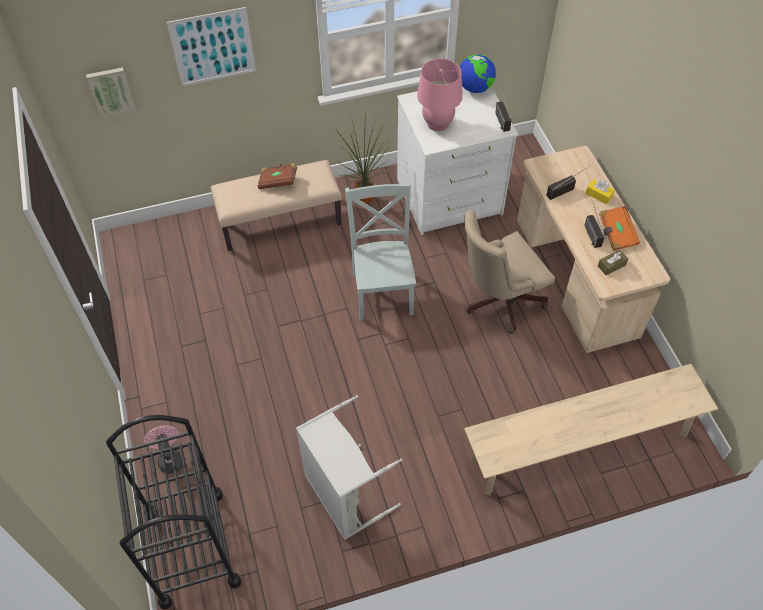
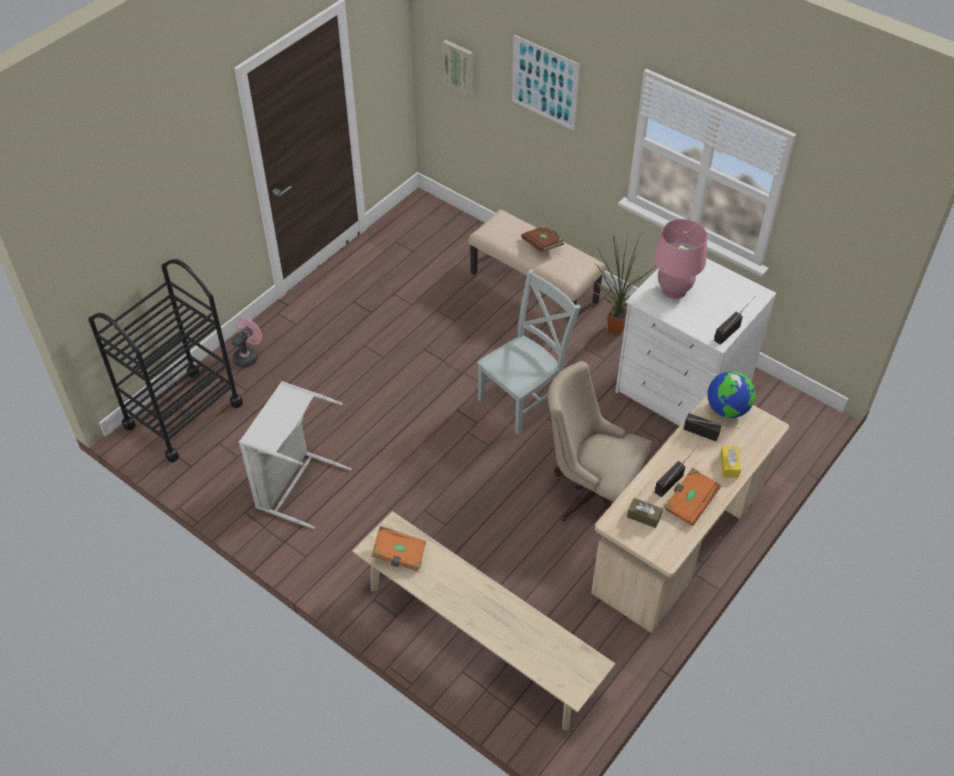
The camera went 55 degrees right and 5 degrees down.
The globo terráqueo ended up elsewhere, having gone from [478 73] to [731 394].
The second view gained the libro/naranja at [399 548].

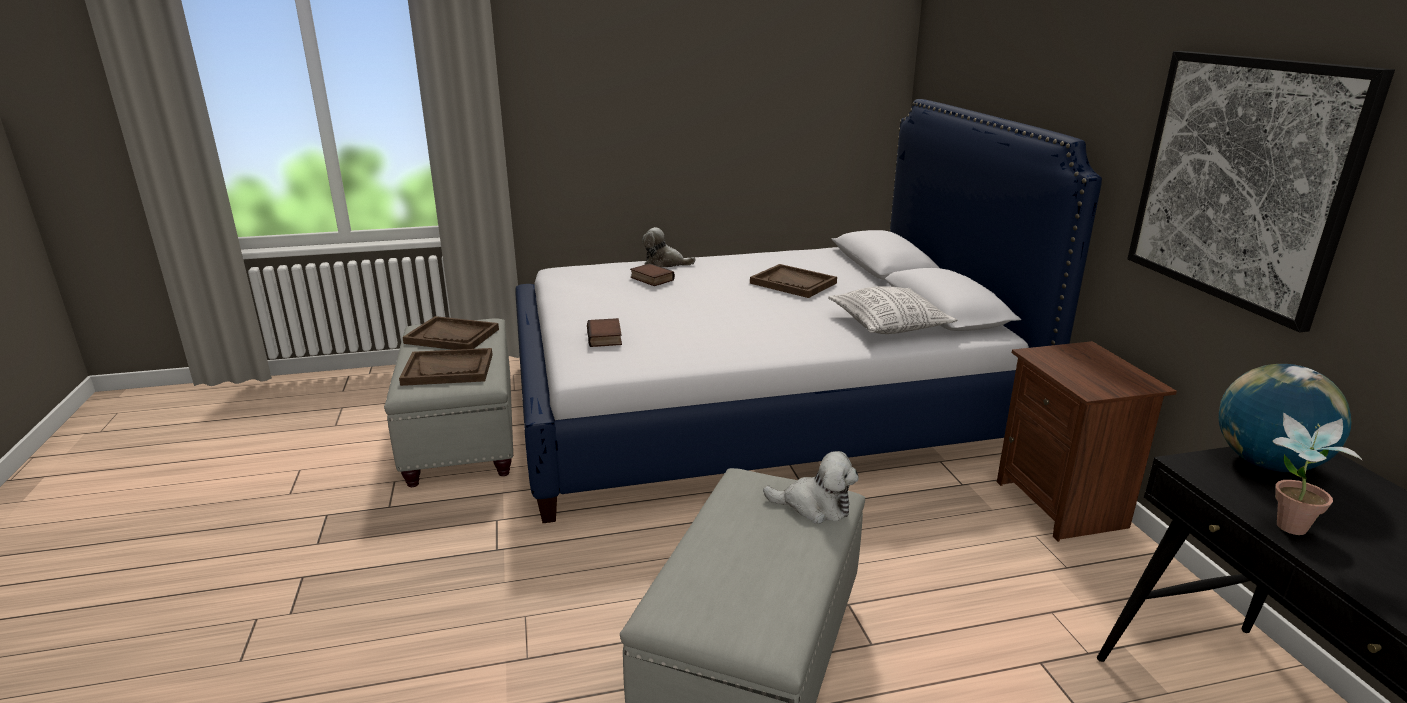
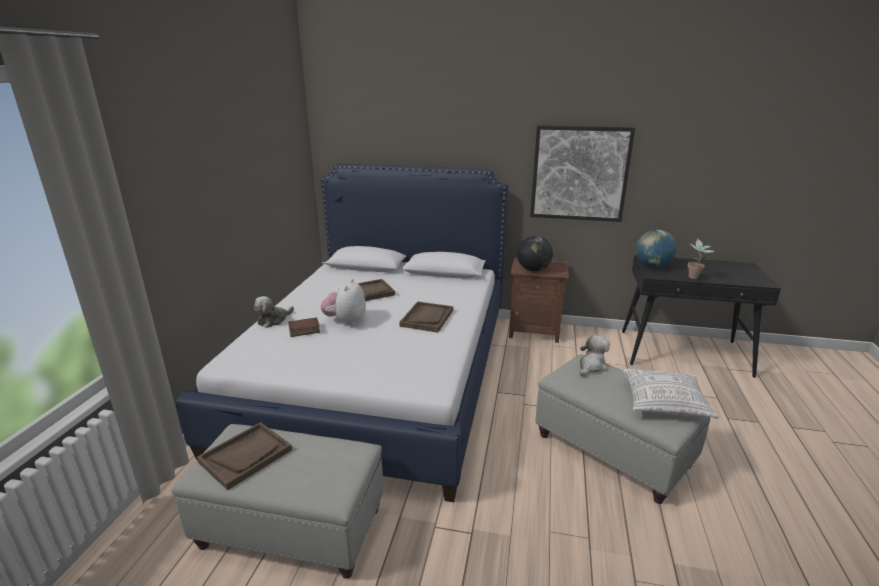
The camera went 65 degrees left and 0 degrees up.
The bandeja/marrón ended up elsewhere, having gone from [446 367] to [426 316].
The second view lost the libro at [604 332].
The cojín ended up elsewhere, having gone from [892 310] to [670 393].
The second view gained the peluche at [343 302].
The second view gained the globo terráqueo at [535 253].

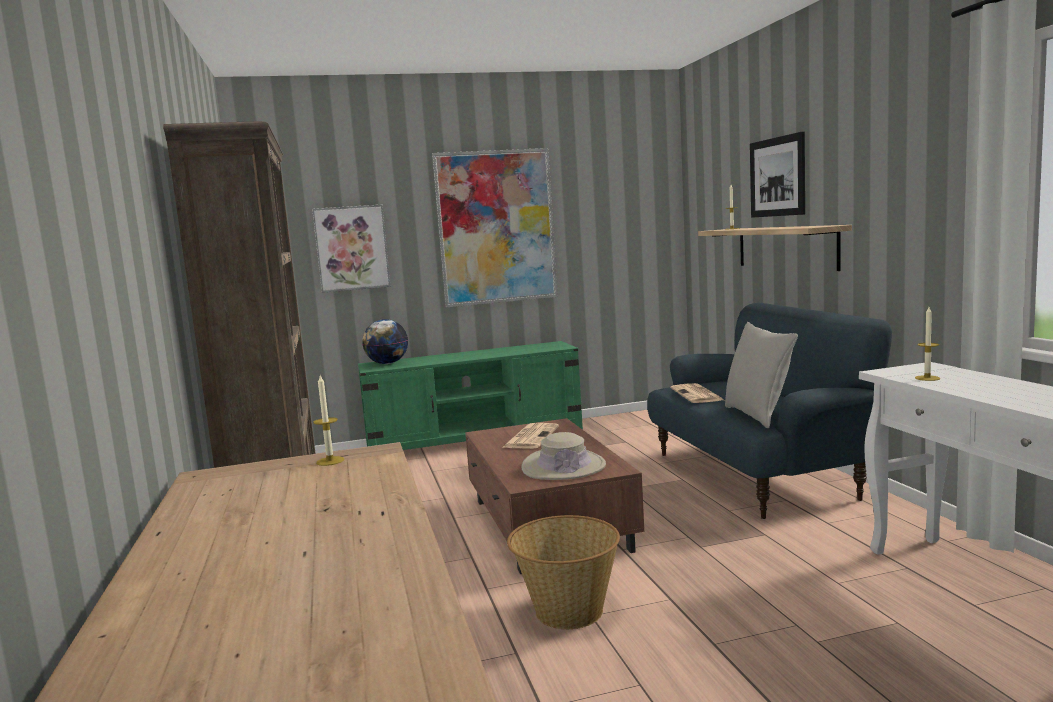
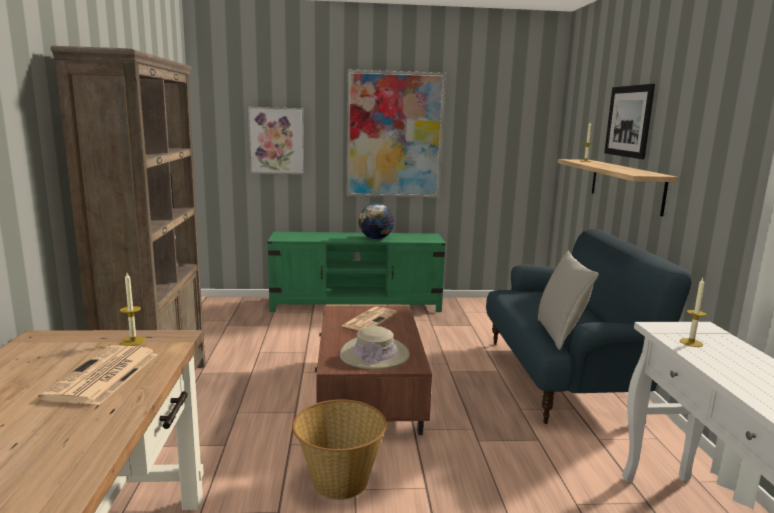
The camera went 10 degrees right and 5 degrees up.
The globo terráqueo ended up elsewhere, having gone from [385 341] to [377 221].
The periódico ended up elsewhere, having gone from [697 393] to [98 375].

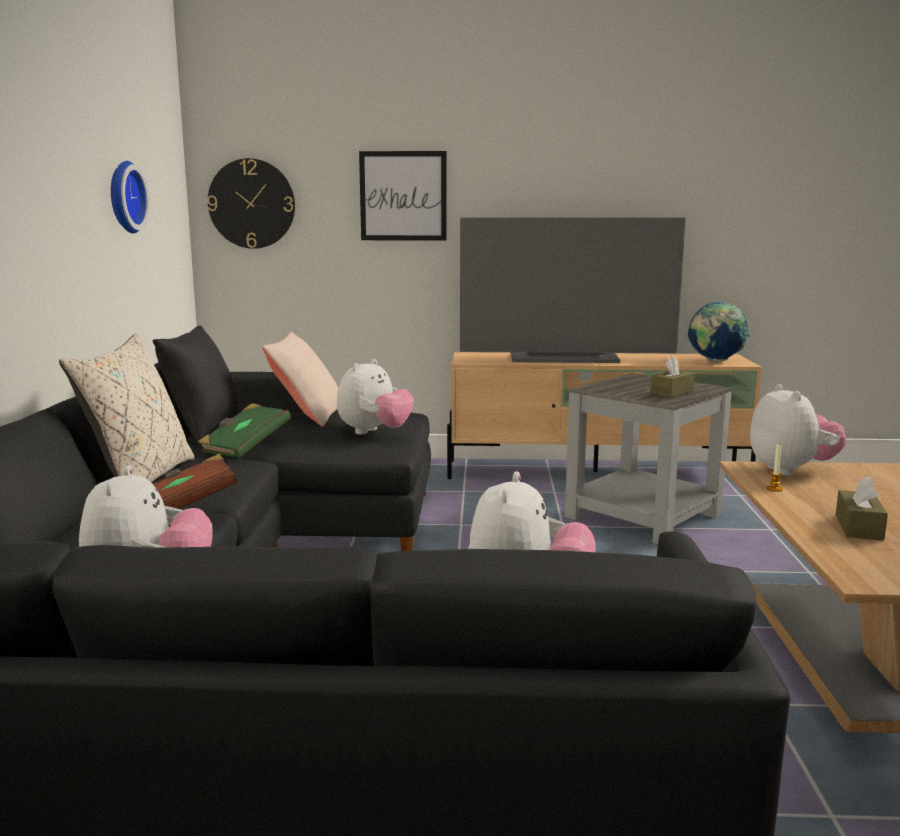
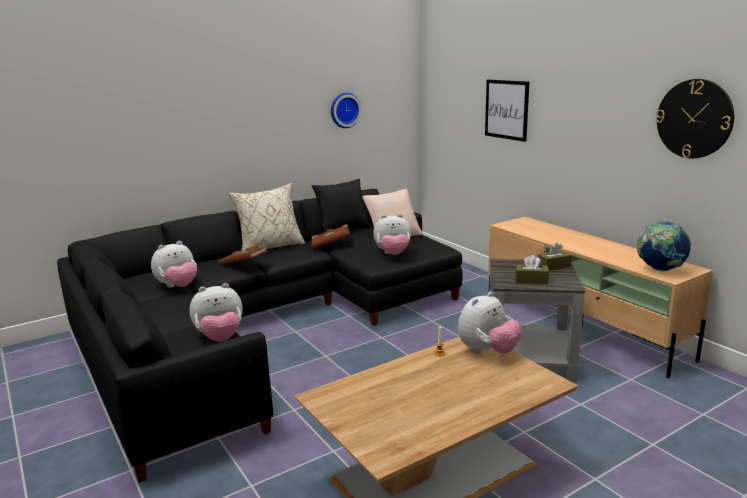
The camera went 55 degrees right and 5 degrees up.
What was the libro/verde at [244 430] turned into the libro/marrón at [330 236].
The reloj de pared ended up elsewhere, having gone from [251 203] to [695 119].
The second view lost the televisor at [573 290].
The caja de pañuelos/marrón ended up elsewhere, having gone from [862 508] to [555 257].

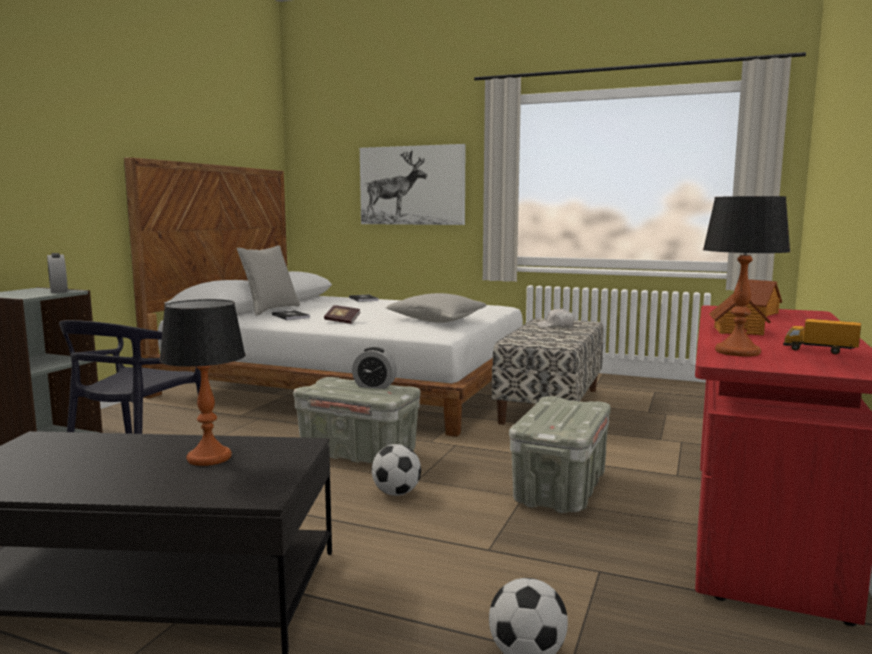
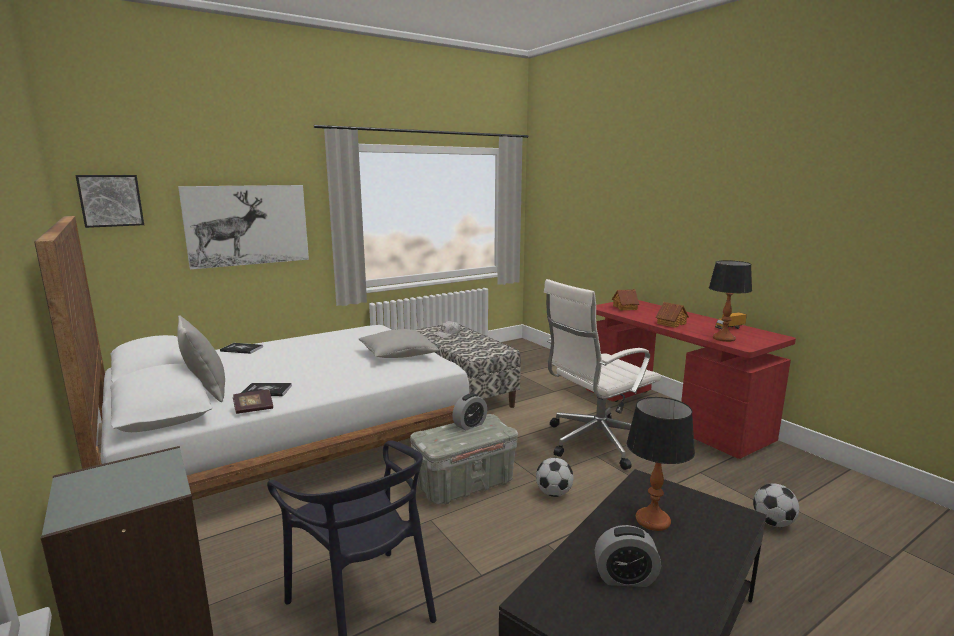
The camera went 55 degrees left and 5 degrees up.
The despertador ended up elsewhere, having gone from [57 273] to [628 556].
The libro ended up elsewhere, having gone from [342 314] to [253 402].
Where the caja de almacenaje/gris stood at [560 454], the silla de oficina/blanco came to stand at [602 374].
The second view gained the cuadro at [110 201].

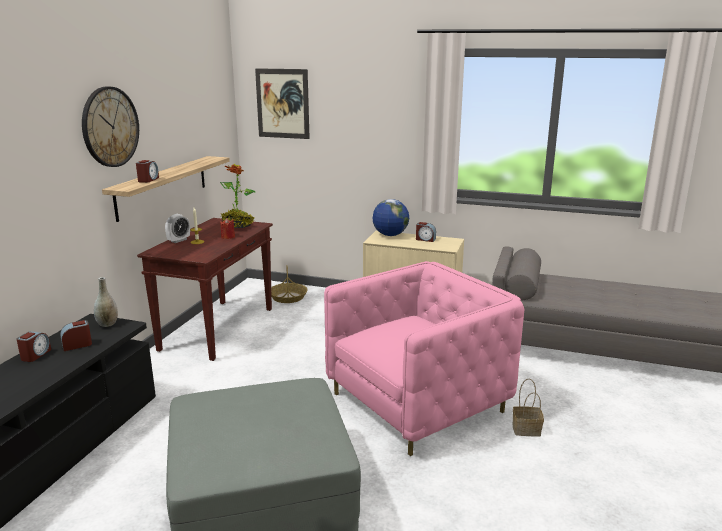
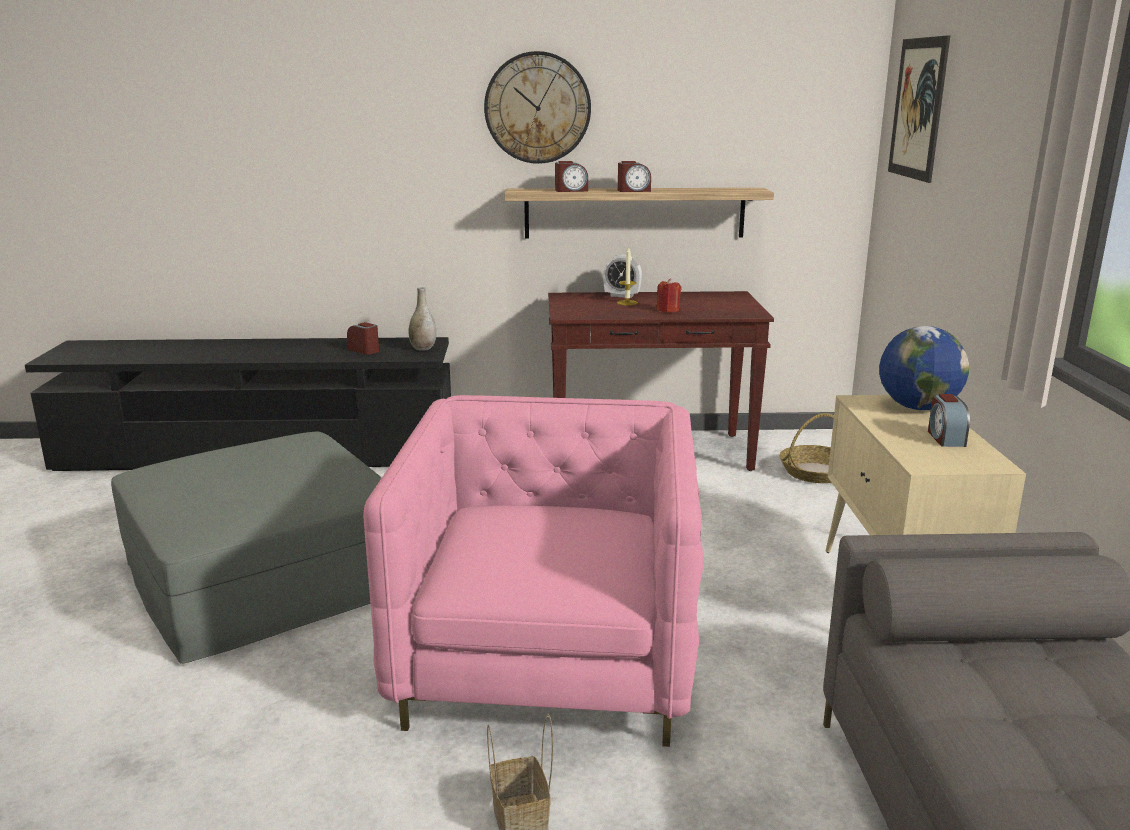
The camera went 70 degrees right and 0 degrees up.
The despertador ended up elsewhere, having gone from [34 346] to [634 176].
The second view lost the planta en maceta at [238 196].
The sillón/rosa at [424 358] ended up facing another way, 120 degrees counterclockwise from before.

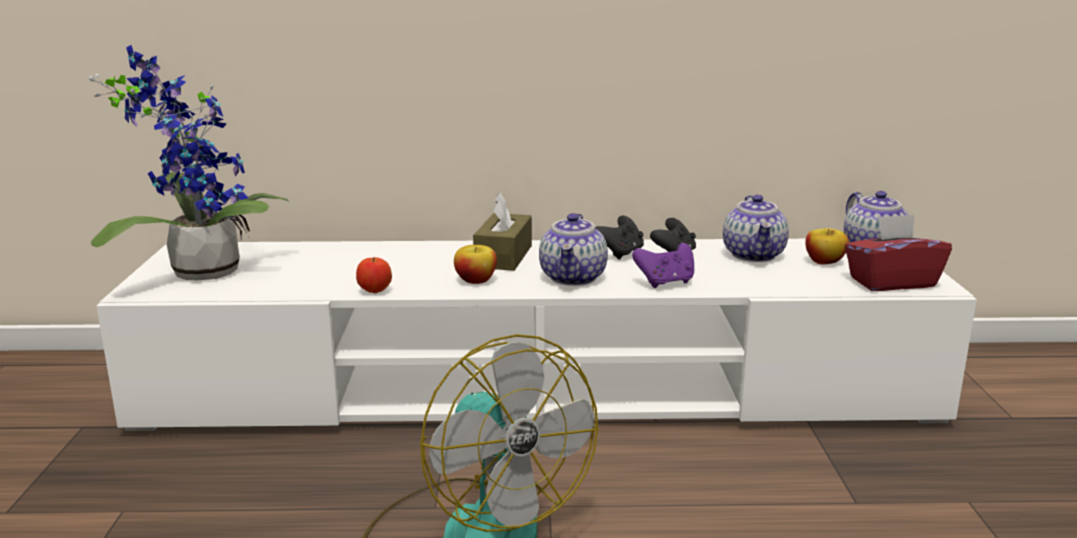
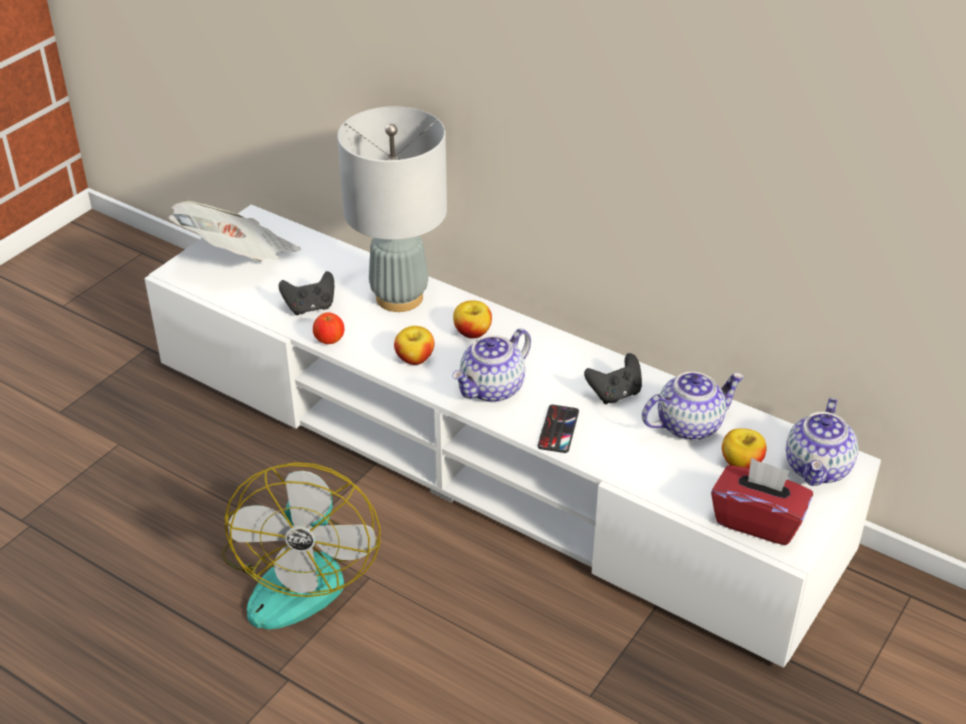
The camera went 35 degrees right and 20 degrees up.
Where the planta en maceta stood at [189 162], the periódico came to stand at [234 231].
Where the caja de pañuelos/marrón stood at [502 231], the manzana came to stand at [472 319].
The mando de consola/negro ended up elsewhere, having gone from [619 238] to [306 293].
Where the mando de consola/morado stood at [663 265], the móvil came to stand at [558 429].
The tetera at [756 228] ended up facing another way, 150 degrees counterclockwise from before.
The second view gained the lámpara de mesa/gris at [392 209].

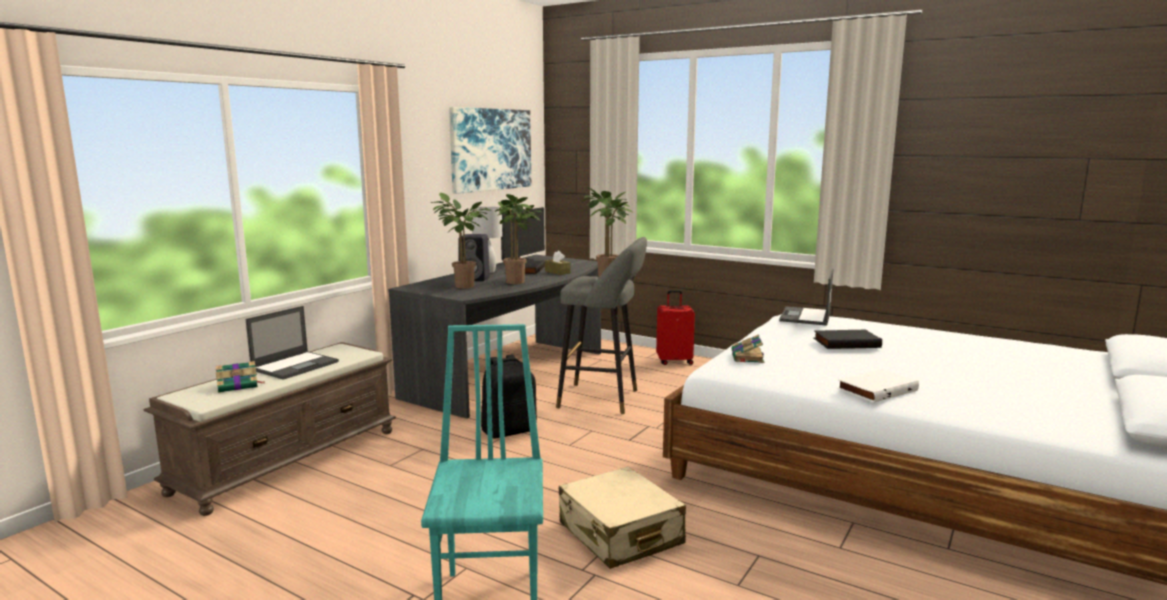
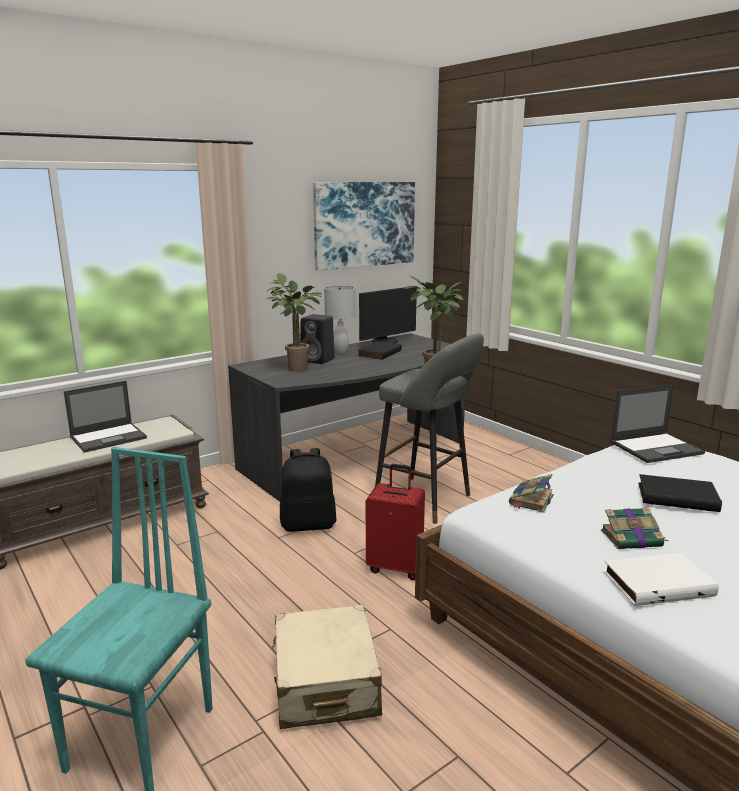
The camera went 20 degrees right and 5 degrees up.
The libro ended up elsewhere, having gone from [240 377] to [635 528].
The second view lost the planta en maceta at [518 239].
The second view lost the caja de pañuelos/marrón at [558 263].
The maleta/rojo ended up elsewhere, having gone from [675 327] to [395 522].
The portátil at [806 297] ended up facing another way, 150 degrees counterclockwise from before.

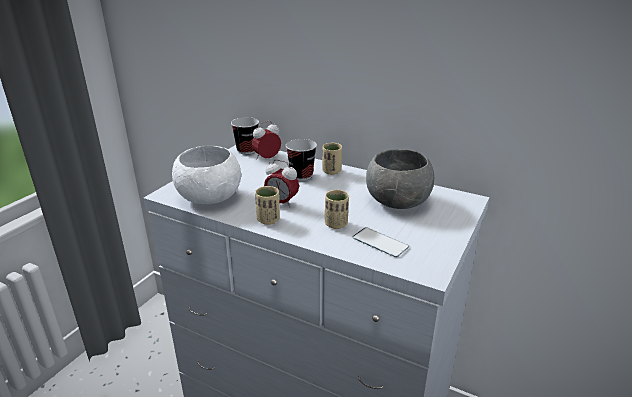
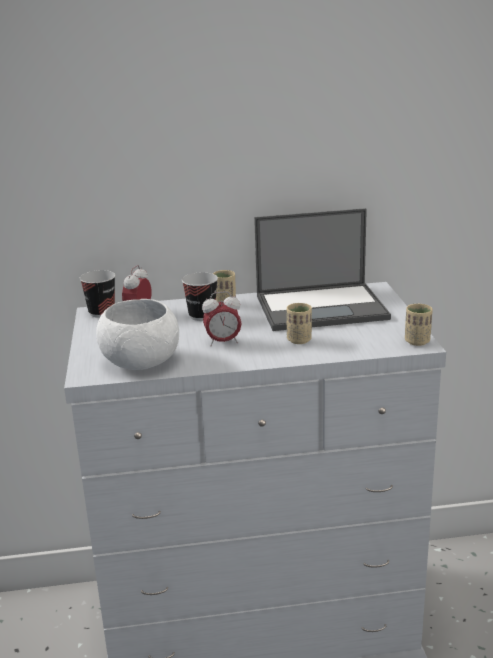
The camera went 35 degrees left and 5 degrees down.
The taza/beis ended up elsewhere, having gone from [267 205] to [419 325].
The second view lost the móvil at [380 242].
Where the cuenco/gris stood at [400 179], the portátil came to stand at [322 269].

